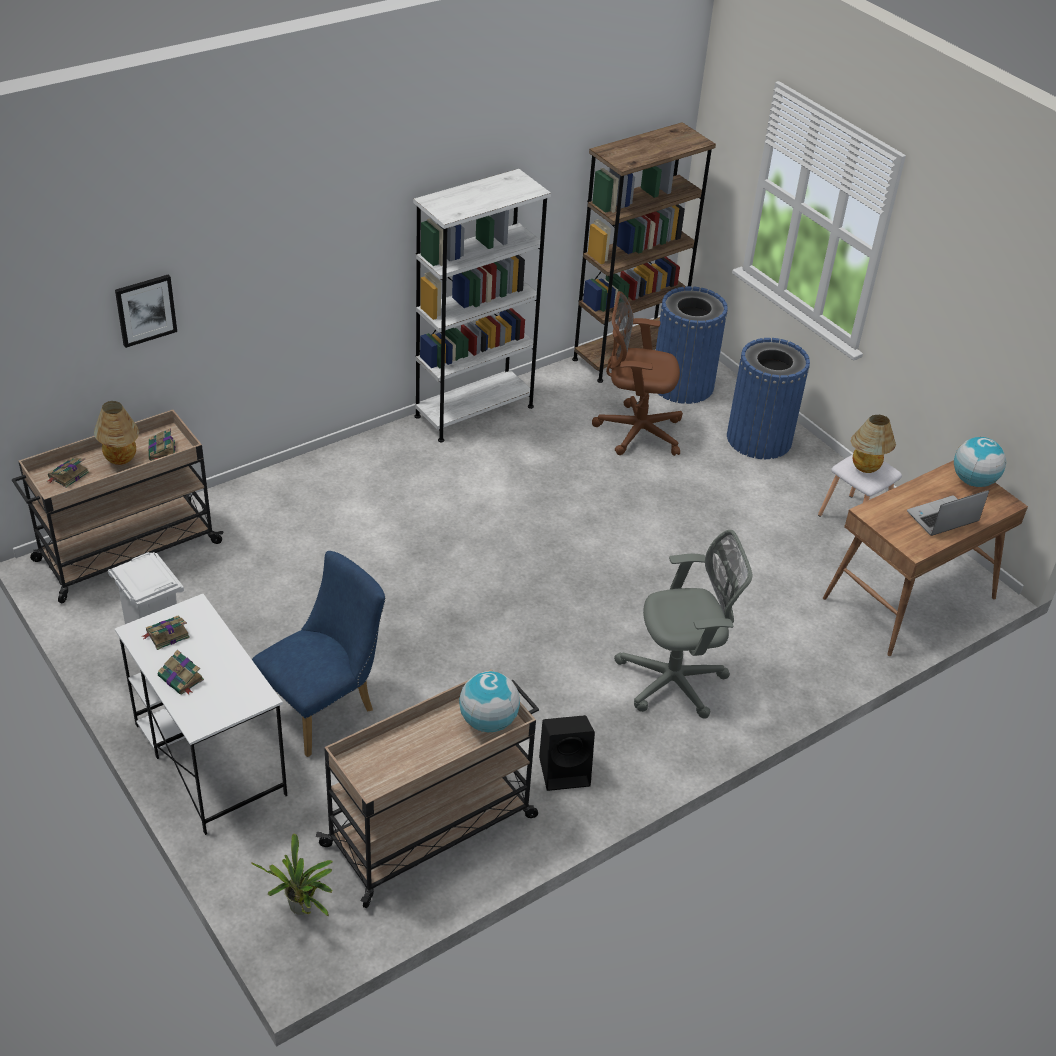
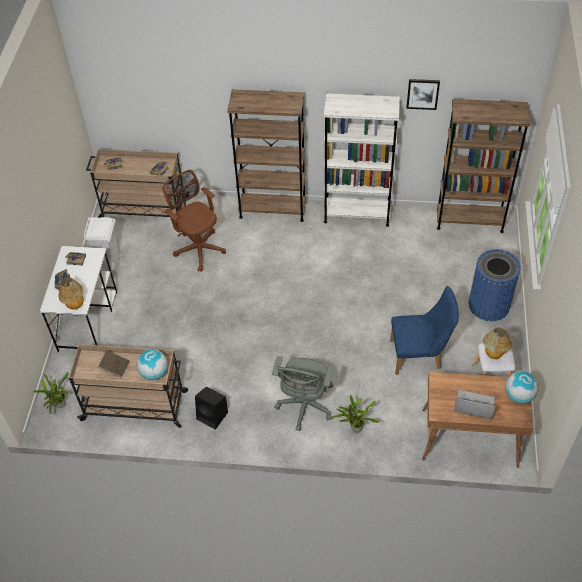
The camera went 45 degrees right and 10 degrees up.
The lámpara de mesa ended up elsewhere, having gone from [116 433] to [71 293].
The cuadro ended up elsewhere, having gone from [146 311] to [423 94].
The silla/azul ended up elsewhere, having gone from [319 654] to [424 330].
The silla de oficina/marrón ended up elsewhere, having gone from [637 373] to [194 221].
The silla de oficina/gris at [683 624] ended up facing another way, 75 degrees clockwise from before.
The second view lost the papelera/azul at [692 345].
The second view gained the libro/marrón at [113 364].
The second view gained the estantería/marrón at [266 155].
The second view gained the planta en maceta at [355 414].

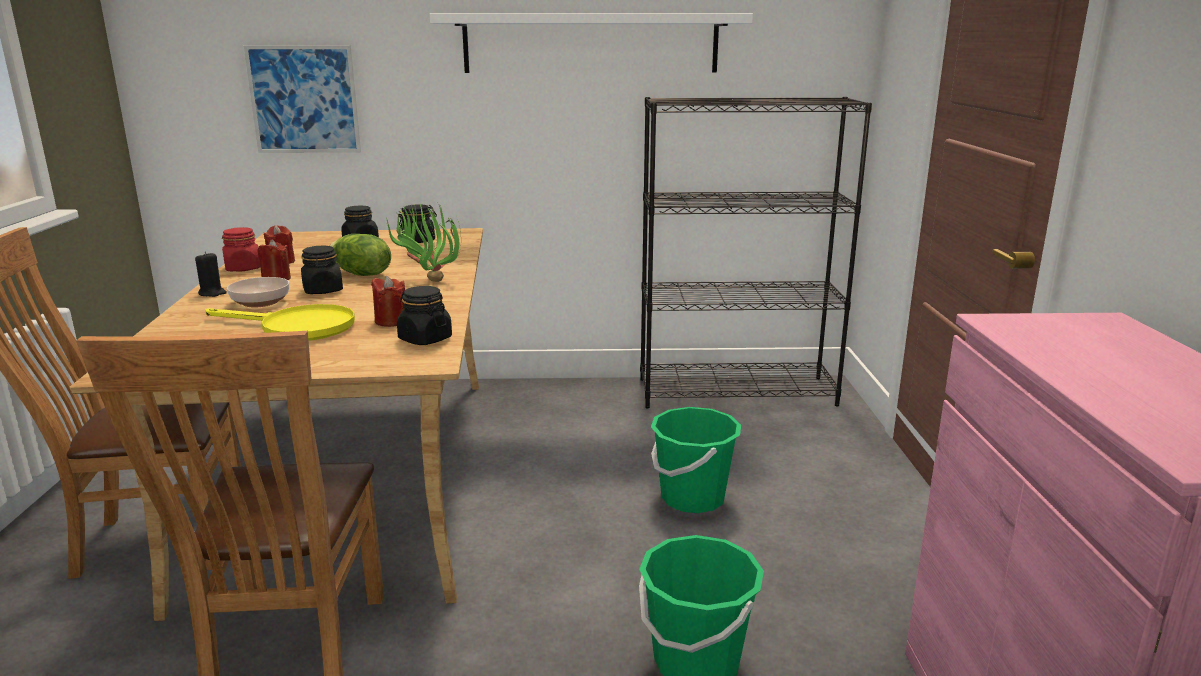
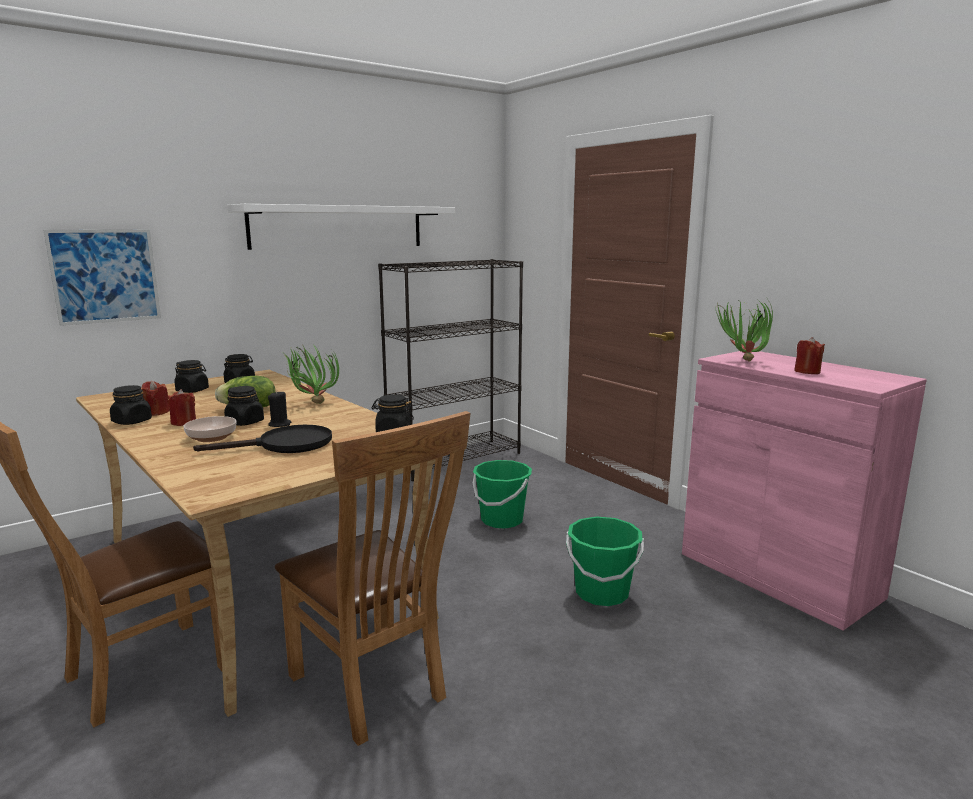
The camera went 35 degrees left and 5 degrees down.
The vela/negro ended up elsewhere, having gone from [211 274] to [279 409].
What was the sartén/amarillo at [280 322] turned into the sartén/negro at [262 439].
What was the tarro/rojo at [241 249] turned into the tarro/negro at [131 405].
The vela/rojo ended up elsewhere, having gone from [388 301] to [809 355].
The second view gained the planta en maceta at [744 329].

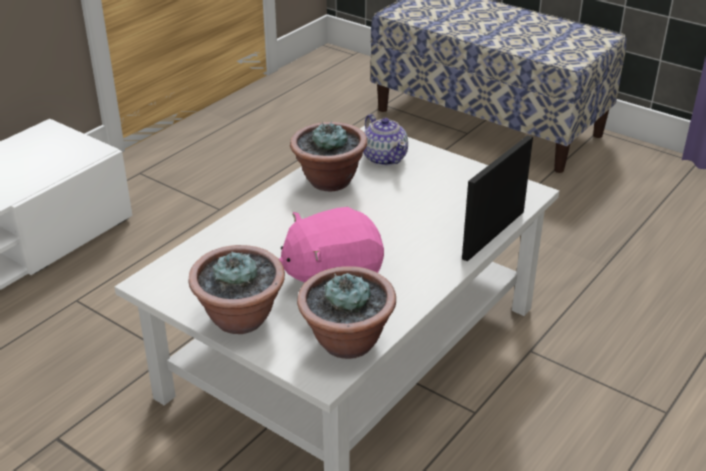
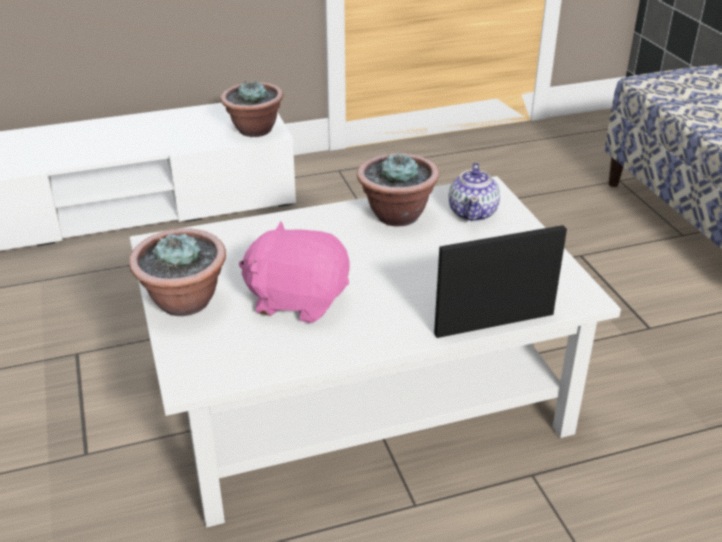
The camera went 35 degrees right and 0 degrees up.
The planta en maceta ended up elsewhere, having gone from [346 312] to [252 108].

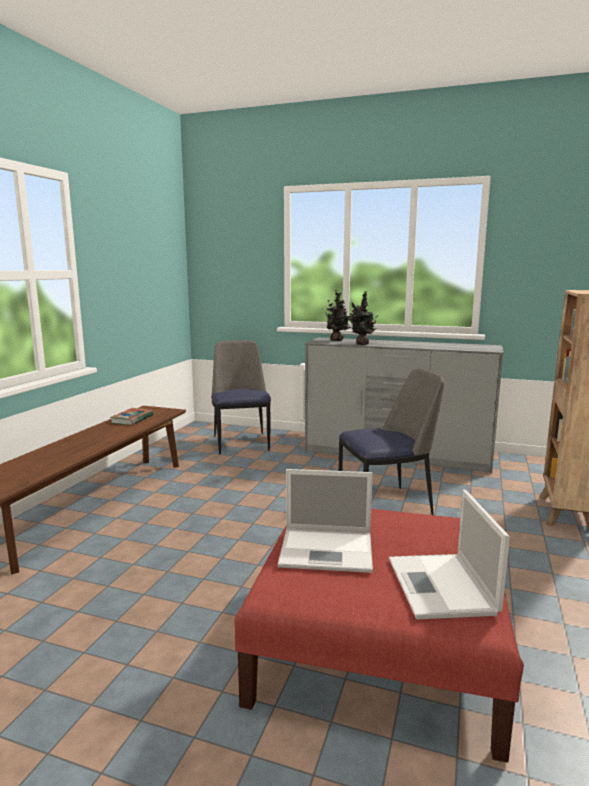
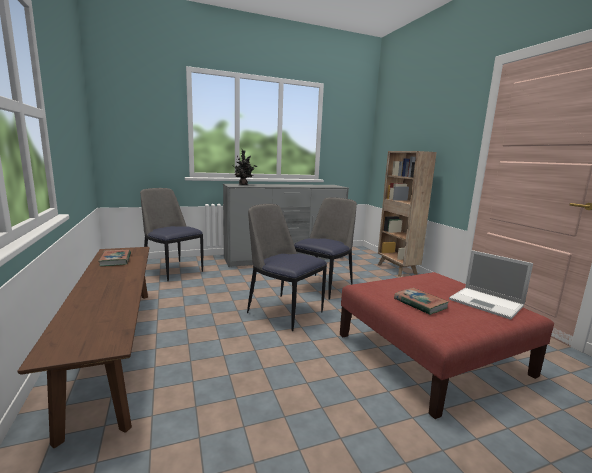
The camera went 40 degrees left and 0 degrees up.
Where the portátil stood at [325 521], the libro came to stand at [421 301].
The second view lost the planta en maceta at [362 318].
The second view gained the silla at [287 267].

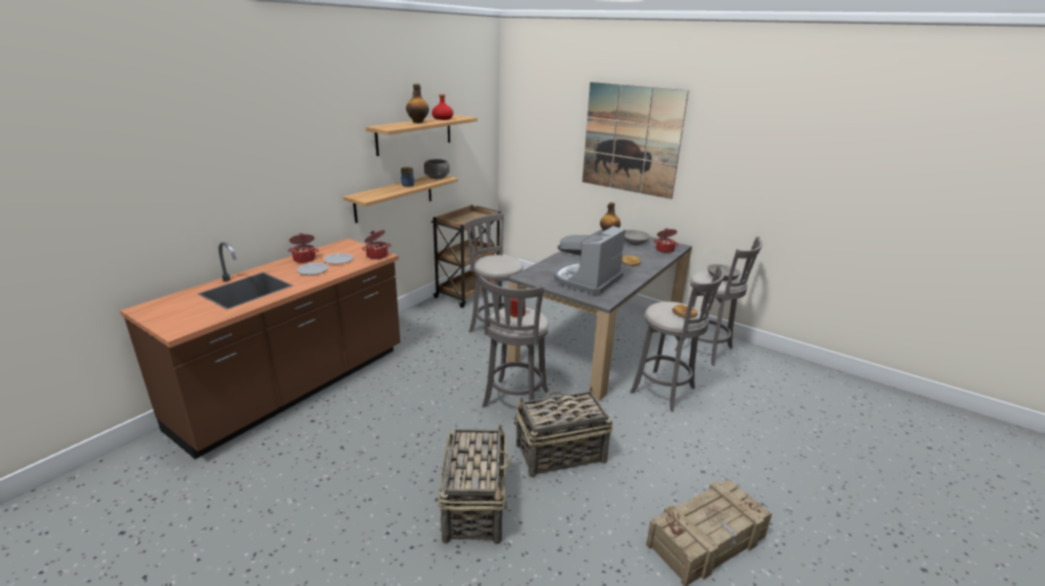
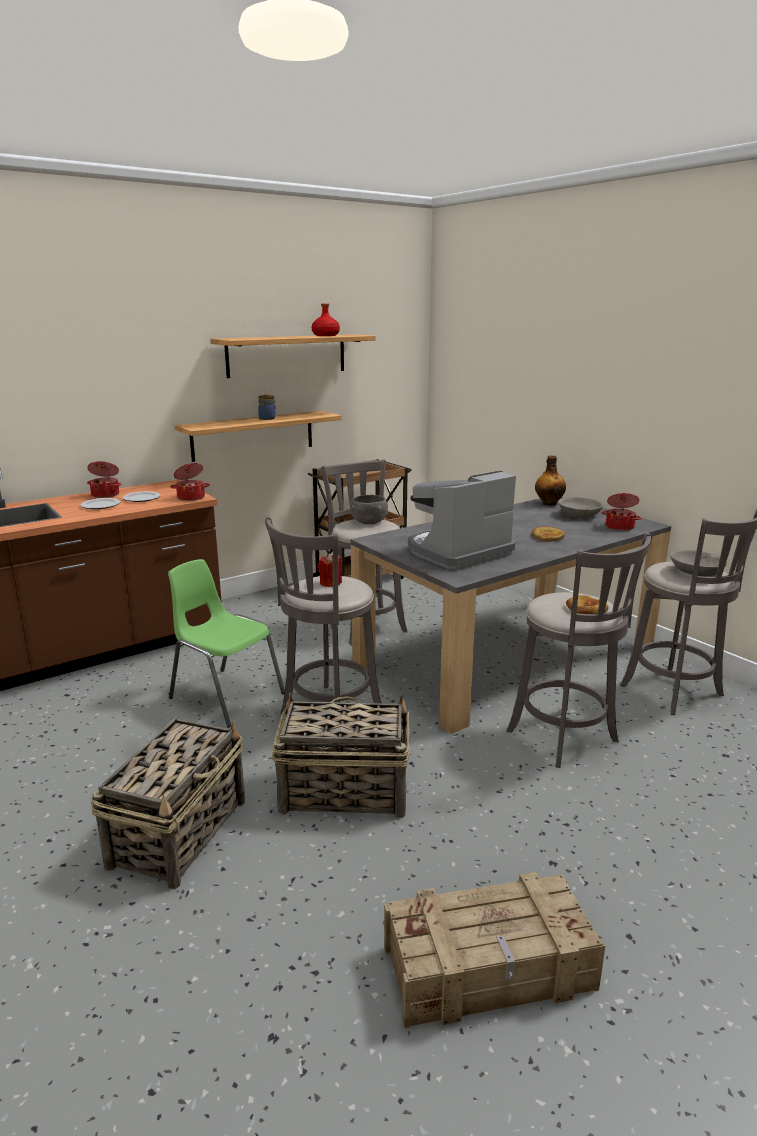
The camera went 20 degrees right and 5 degrees down.
The second view lost the botella at [417 103].
The cuenco/gris ended up elsewhere, having gone from [437 169] to [369 509].
The second view lost the cuadro at [635 140].
The second view gained the silla/verde at [226 643].

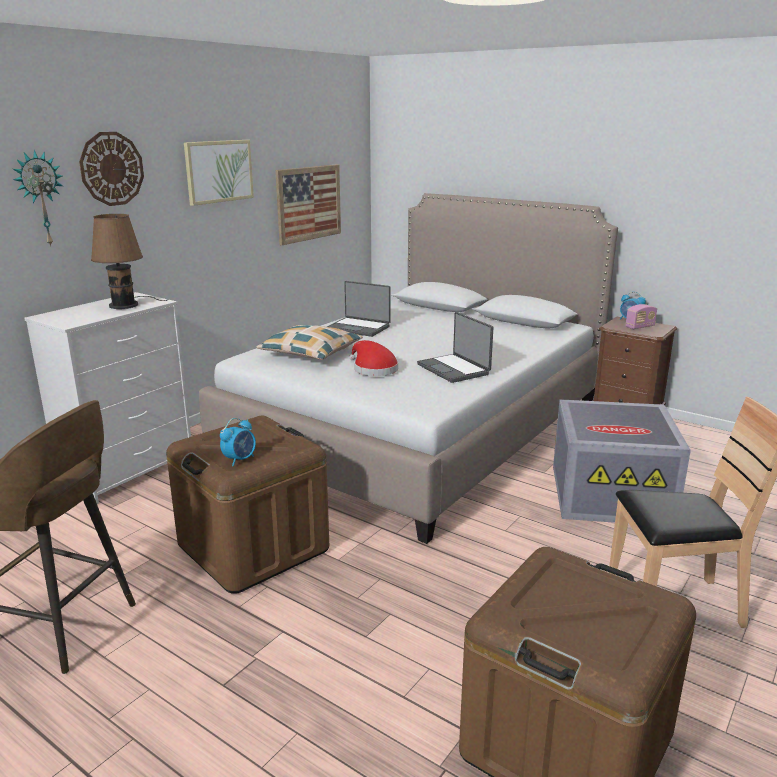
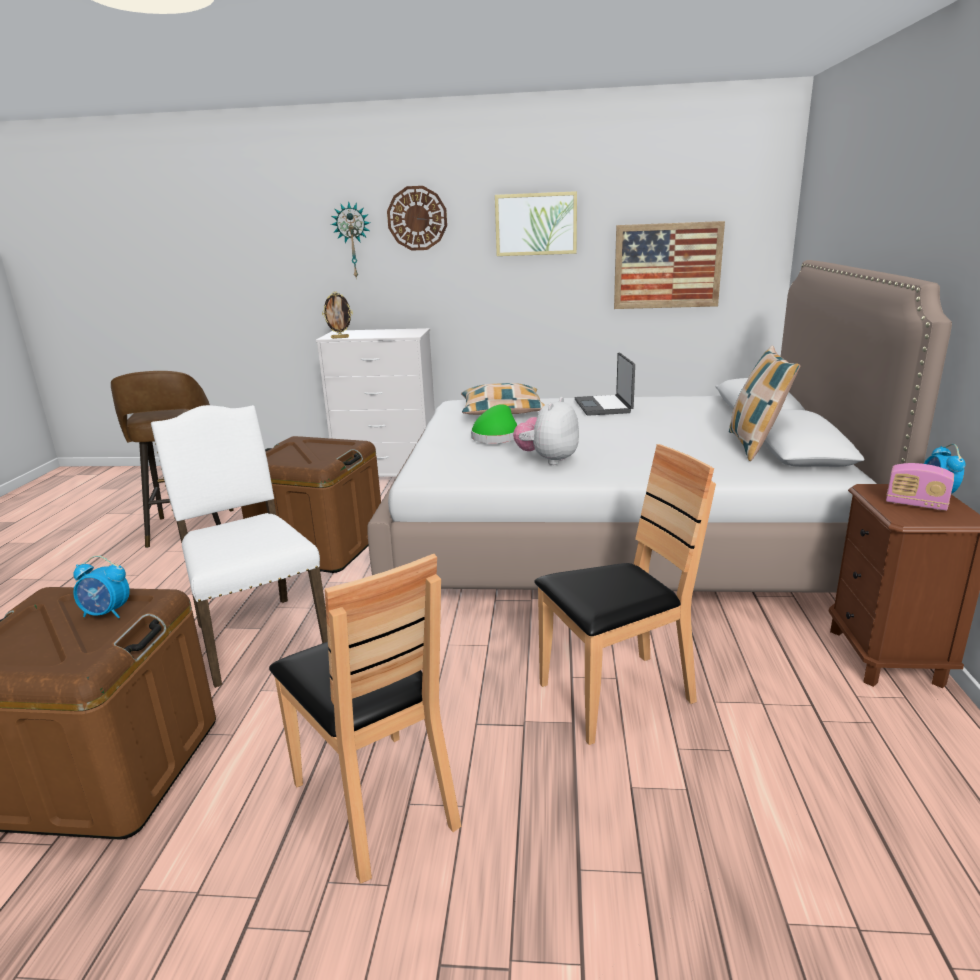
The camera went 60 degrees right and 0 degrees up.
The second view lost the lámpara de mesa/marrón at [130 261].
The despertador ended up elsewhere, having gone from [238 442] to [101 587].
What was the sombrero/rojo at [373 358] turned into the sombrero/verde at [494 423].
Where the portátil stood at [455 347], the peluche came to stand at [546 431].
Where the caja de almacenaje/gris stood at [622 461], the silla/marrón came to stand at [625 594].
The second view gained the silla/blanco at [239 546].
The second view gained the portarretratos at [337 315].
The second view gained the cojín at [764 403].

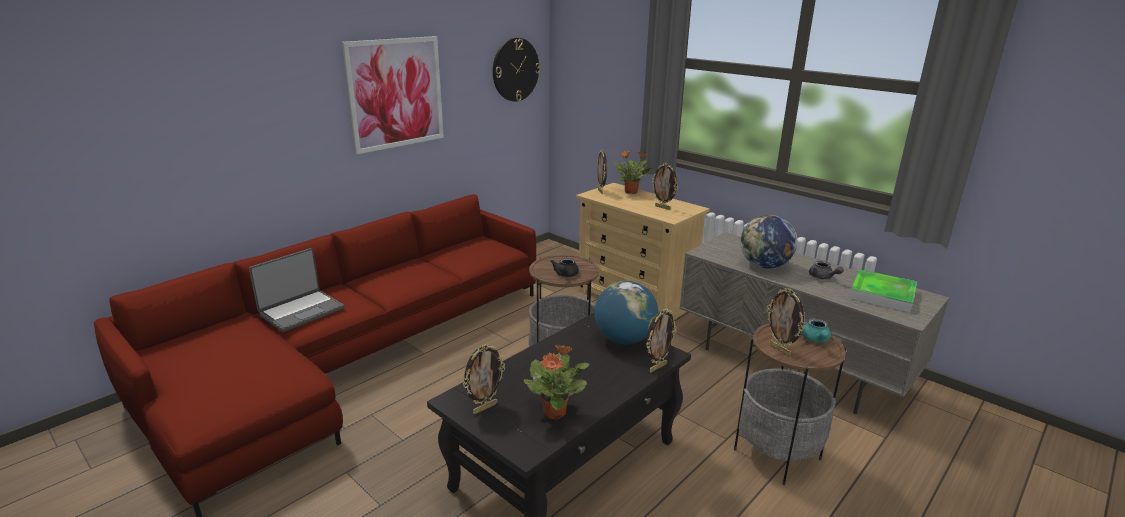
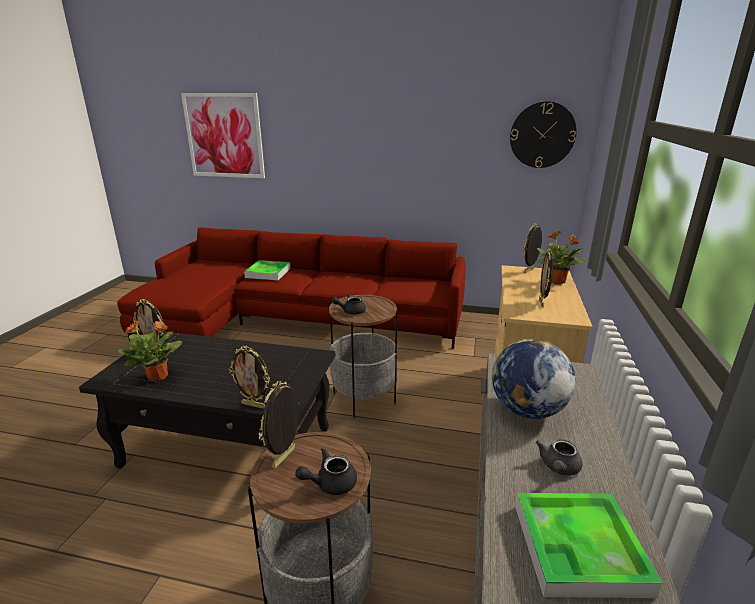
The camera went 60 degrees right and 0 degrees up.
Where the portátil stood at [296 290], the bandeja came to stand at [267 270].
The cuadro ended up elsewhere, having gone from [393 95] to [223 135].
The second view lost the globo terráqueo at [627 312].
What was the tetera/turquesa at [816 330] turned into the tetera/negro at [326 471].

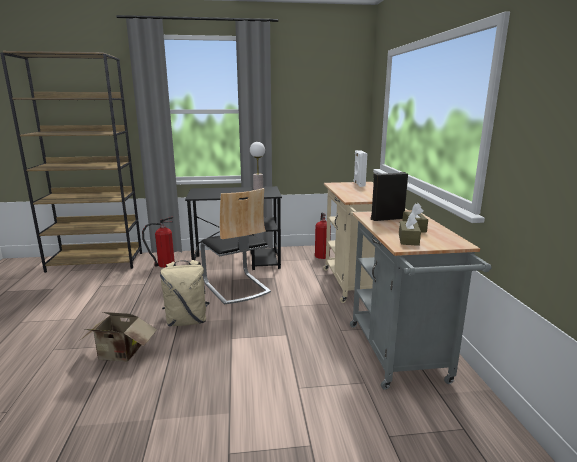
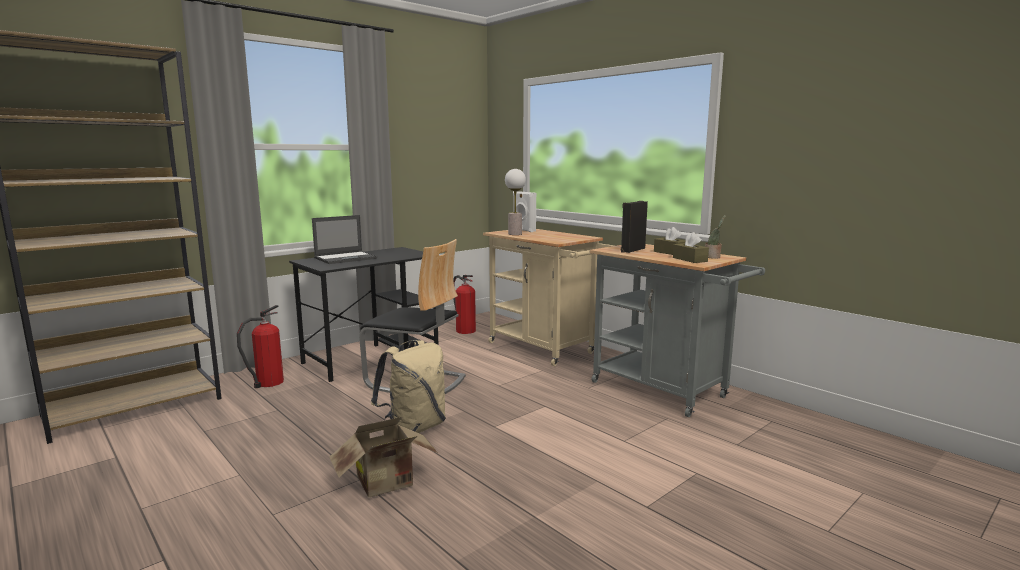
The camera went 35 degrees left and 5 degrees down.
The lámpara de mesa ended up elsewhere, having gone from [257 166] to [515 202].
The second view gained the portátil at [344 239].
The second view gained the planta en maceta at [715 237].

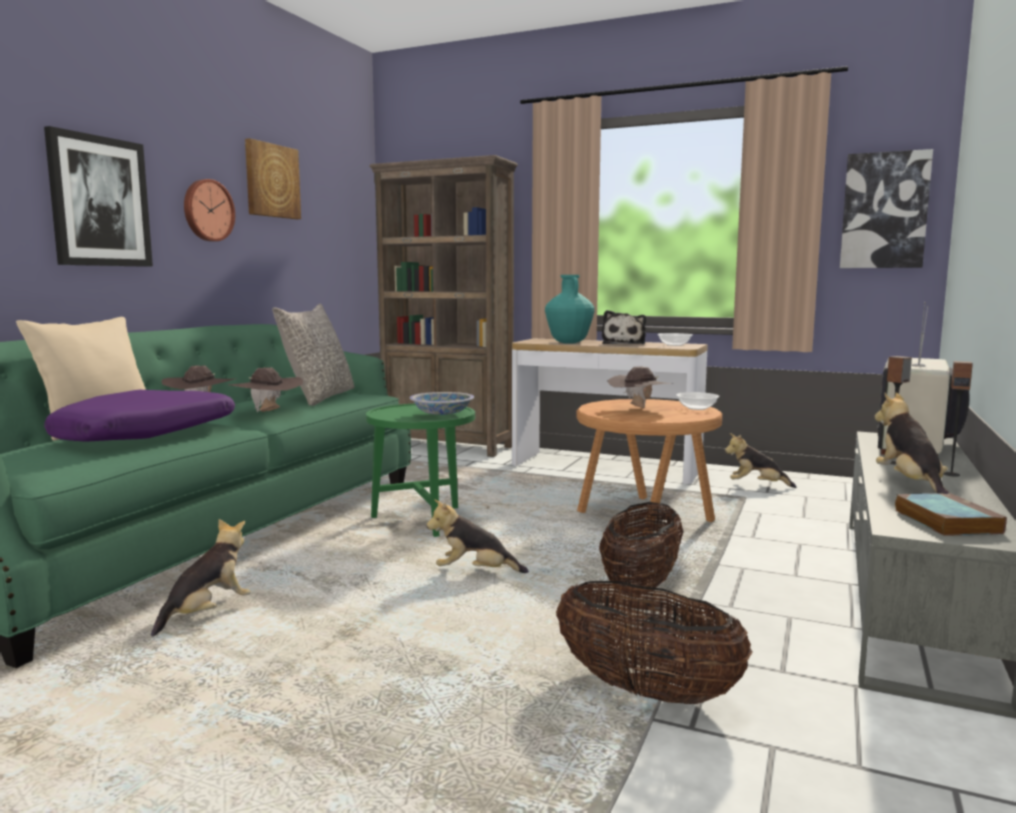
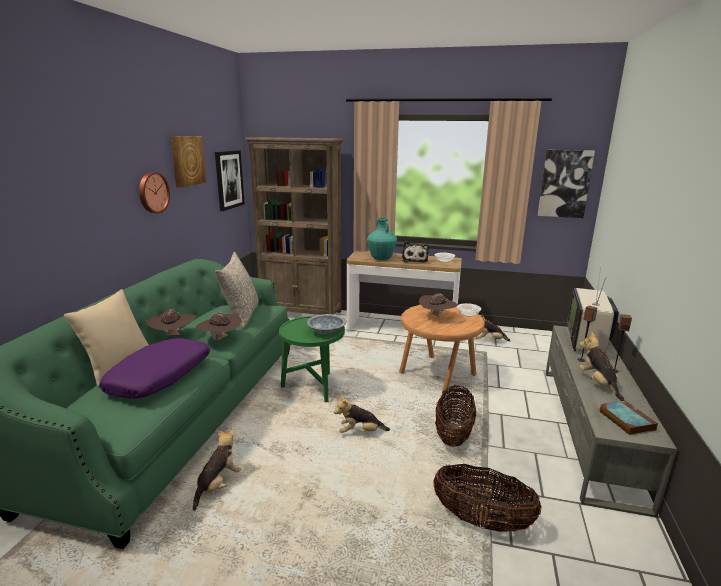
The camera went 10 degrees left and 10 degrees up.
The cuadro ended up elsewhere, having gone from [98 196] to [230 180].

